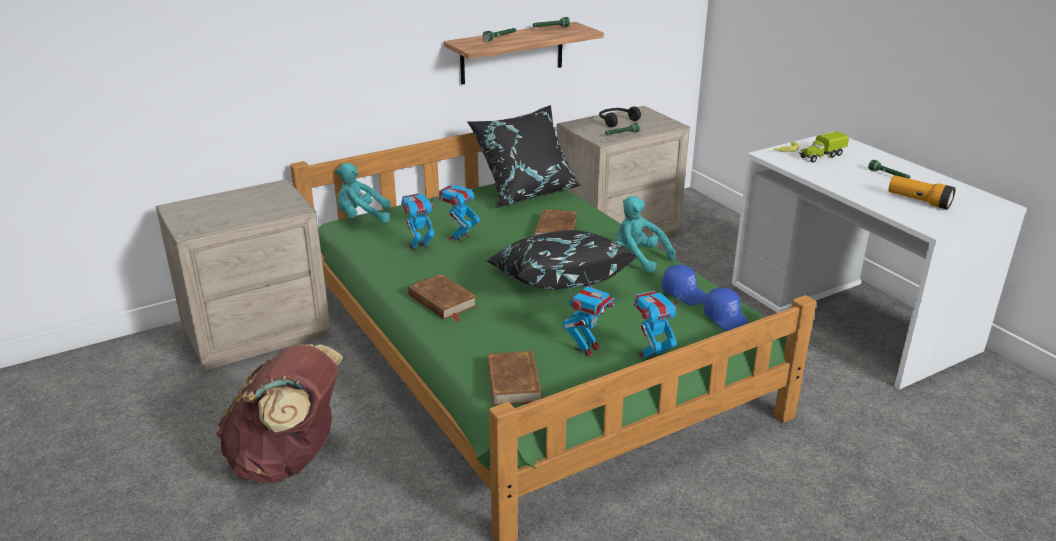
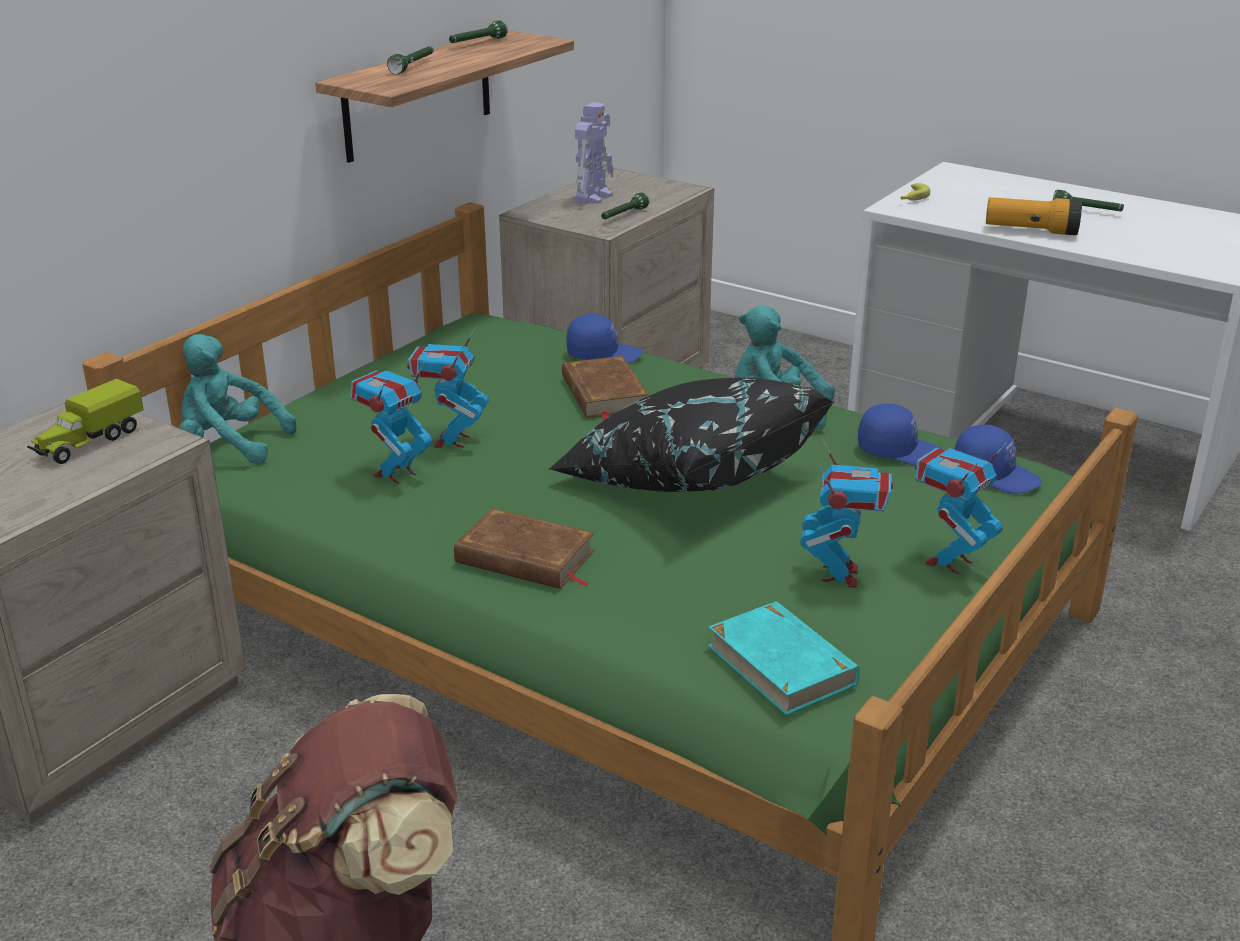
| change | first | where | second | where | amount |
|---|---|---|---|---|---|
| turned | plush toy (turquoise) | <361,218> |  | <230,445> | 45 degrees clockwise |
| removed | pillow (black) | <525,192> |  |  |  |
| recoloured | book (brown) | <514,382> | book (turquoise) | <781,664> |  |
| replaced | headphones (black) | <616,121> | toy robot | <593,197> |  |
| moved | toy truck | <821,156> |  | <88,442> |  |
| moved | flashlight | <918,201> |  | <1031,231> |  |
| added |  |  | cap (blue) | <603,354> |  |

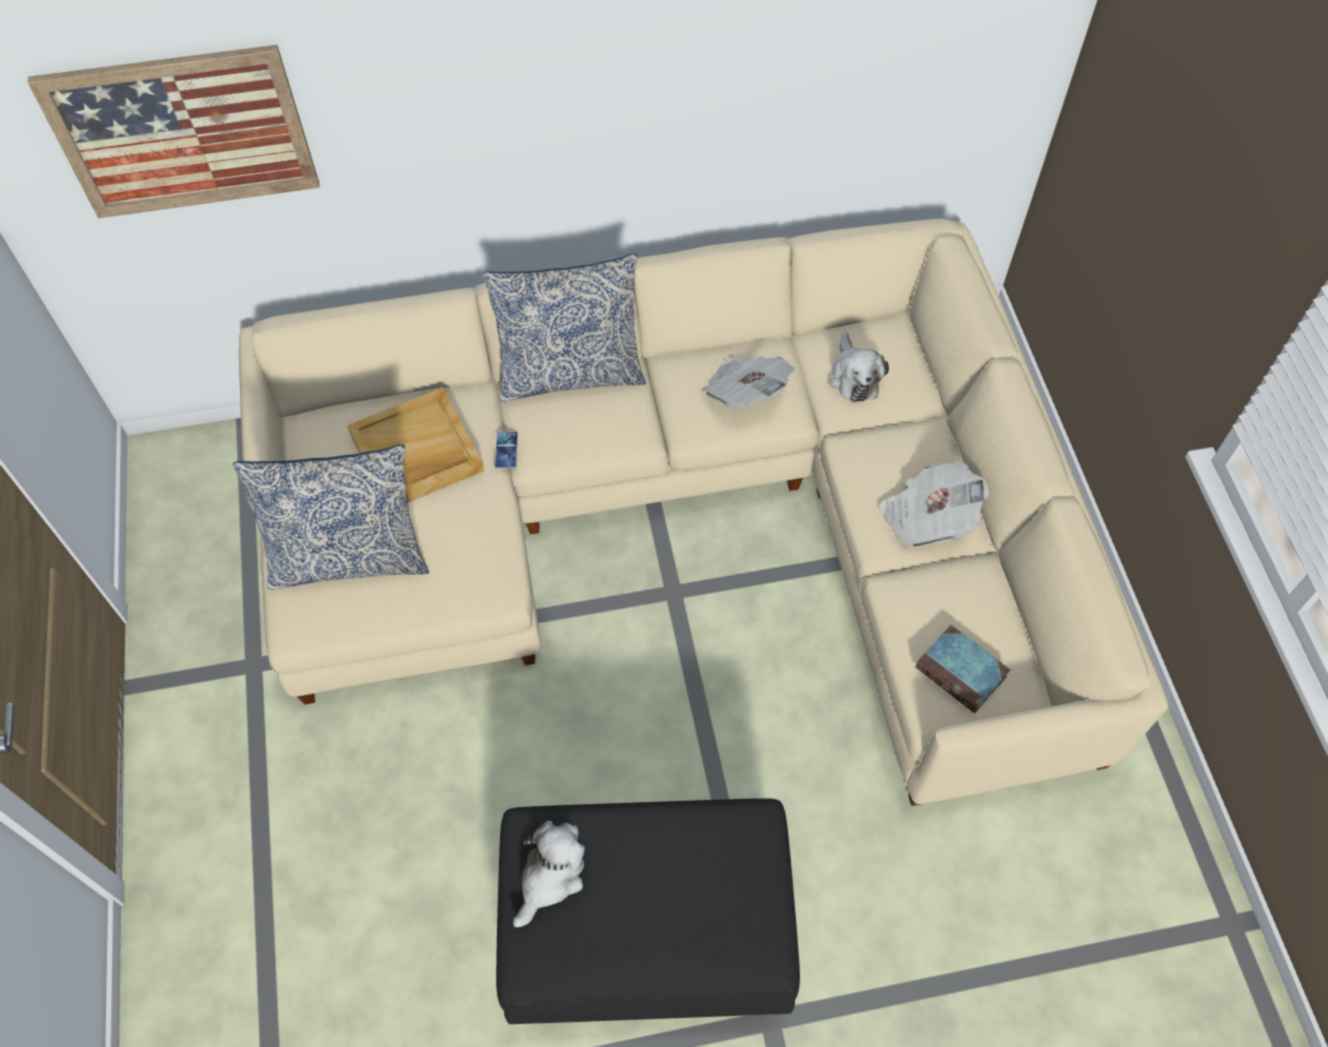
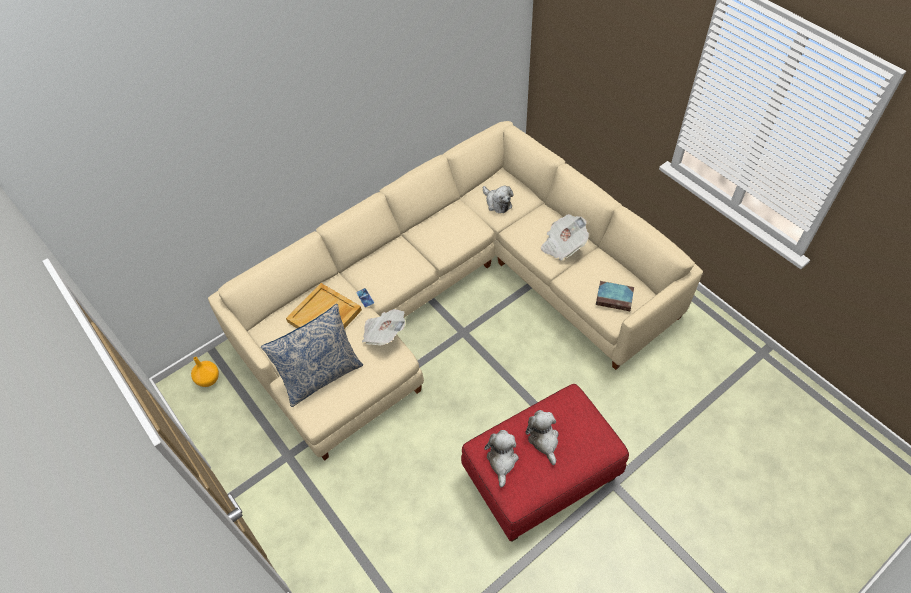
| change | first | where | second | where | amount |
|---|---|---|---|---|---|
| removed | picture | <183,132> |  |  |  |
| removed | pillow | <570,373> |  |  |  |
| recoloured | ottoman (black) | <646,935> | ottoman (red) | <541,477> |  |
| moved | newspaper | <745,393> |  | <384,333> |  |
| added |  |  | vase (orange) | <209,379> |  |
| added |  |  | plush toy | <544,440> |  |

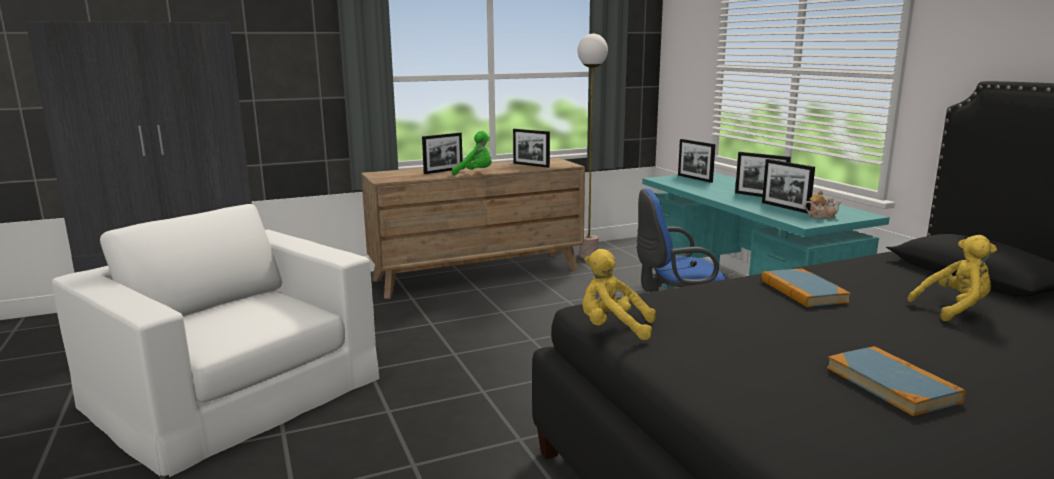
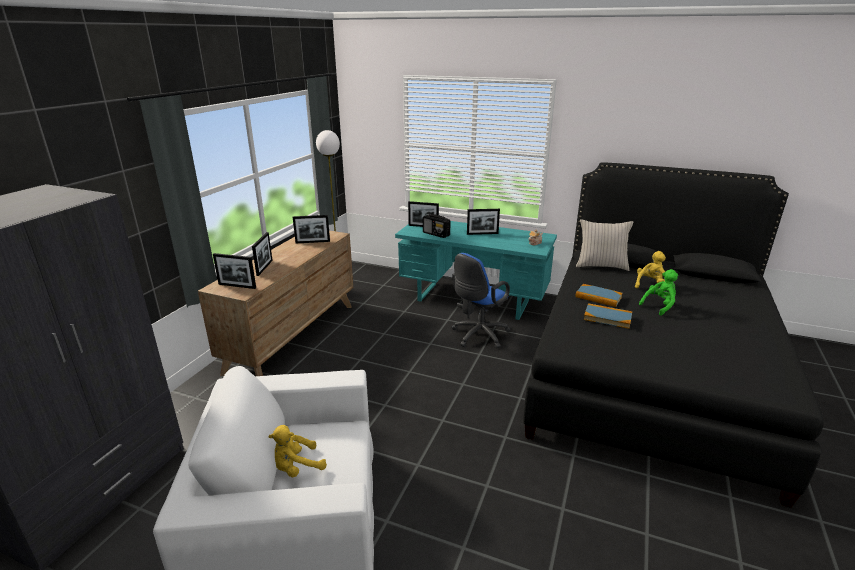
| change | first | where | second | where | amount |
|---|---|---|---|---|---|
| moved | plush toy (green) | <475,173> |  | <659,306> |  |
| moved | plush toy (yellow) | <613,329> |  | <296,467> |  |
| moved | picture frame | <785,207> |  | <237,286> |  |
| moved | book | <891,384> |  | <607,318> |  |
| added |  |  | radio | <436,234> |  |
| added |  |  | pillow (beige) | <601,266> |  |

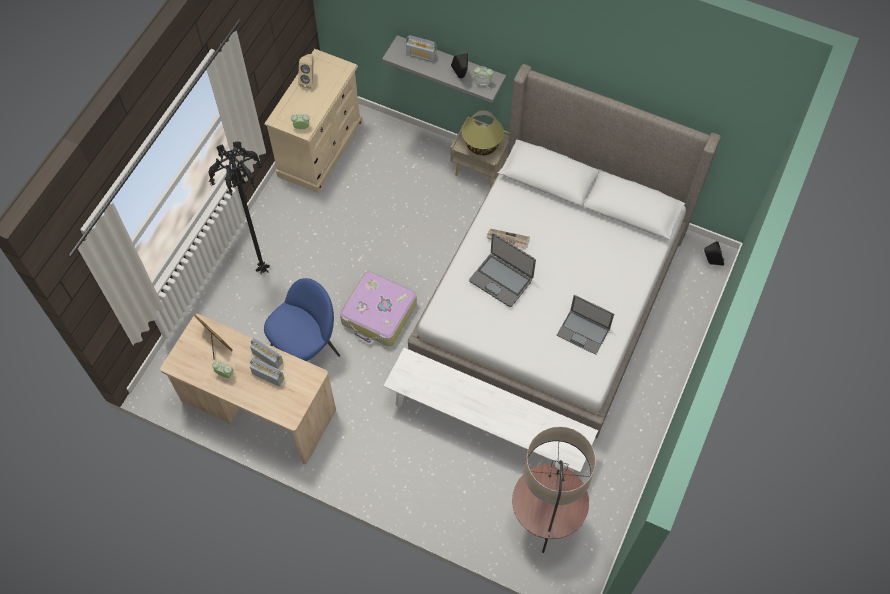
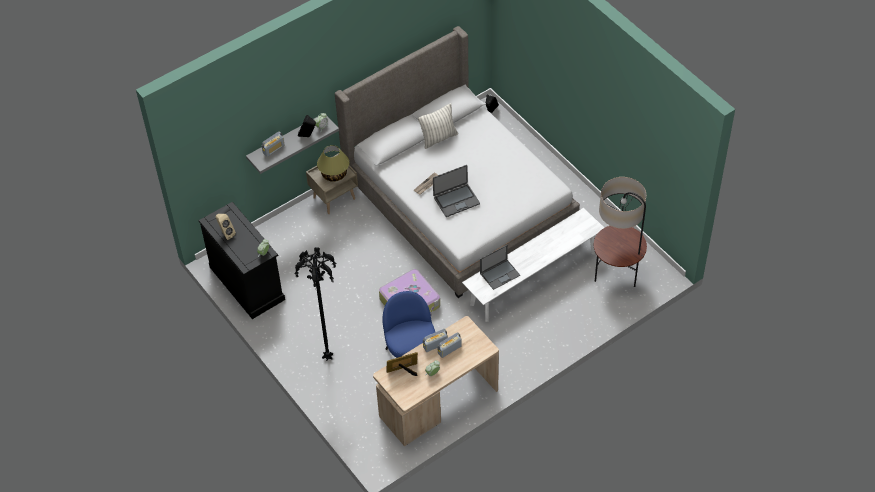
| change | first | where | second | where | amount |
|---|---|---|---|---|---|
| recoloured | dresser (beige) | <321,149> | dresser (black) | <247,283> |  |
| moved | laptop | <584,332> |  | <500,274> |  |
| added |  |  | pillow | <438,138> |  |

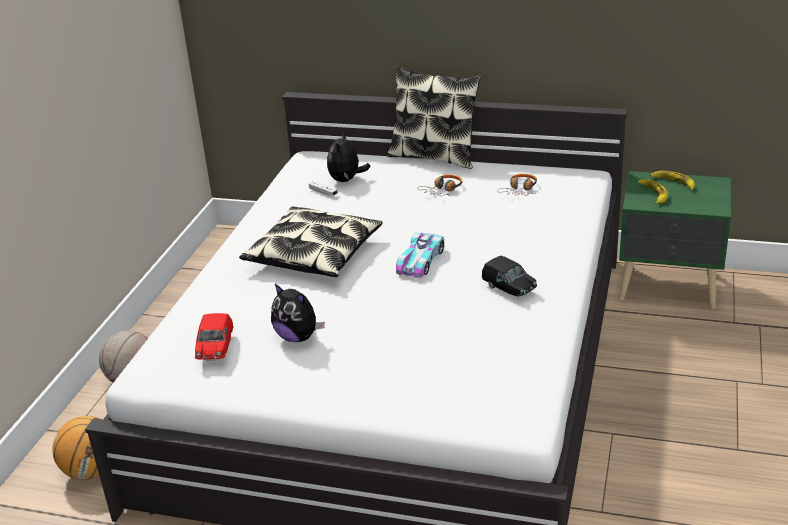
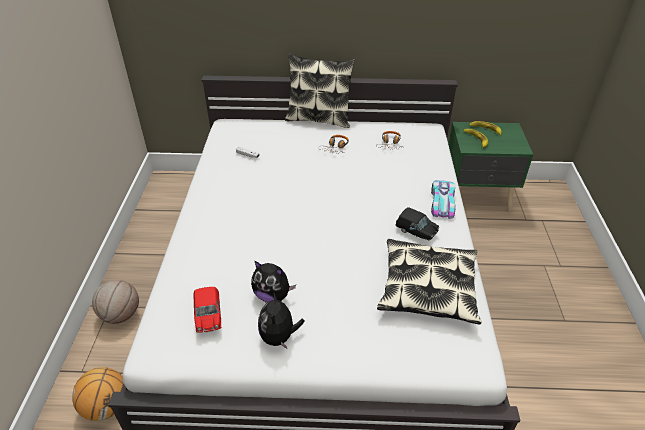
| change | first | where | second | where | amount |
|---|---|---|---|---|---|
| moved | pillow | <314,254> |  | <427,288> |  |
| moved | plush toy | <346,180> |  | <279,337> |  |
| moved | toy car | <420,260> |  | <442,202> |  |

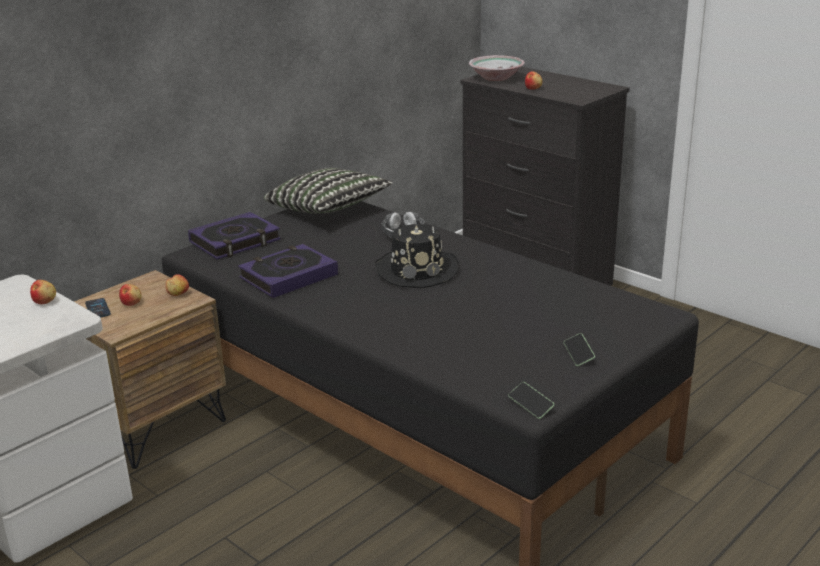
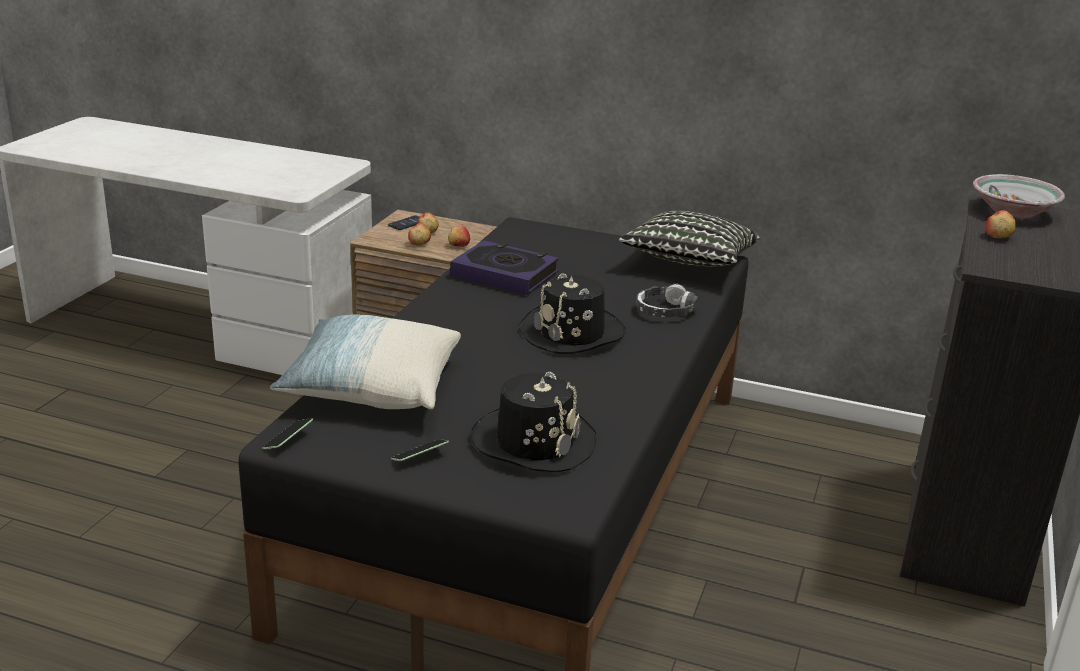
| change | first | where | second | where | amount |
|---|---|---|---|---|---|
| moved | apple | <45,301> |  | <419,244> |  |
| removed | book | <235,241> |  |  |  |
| added |  |  | pillow | <372,388> |  |
| added |  |  | hat (black) | <534,442> |  |

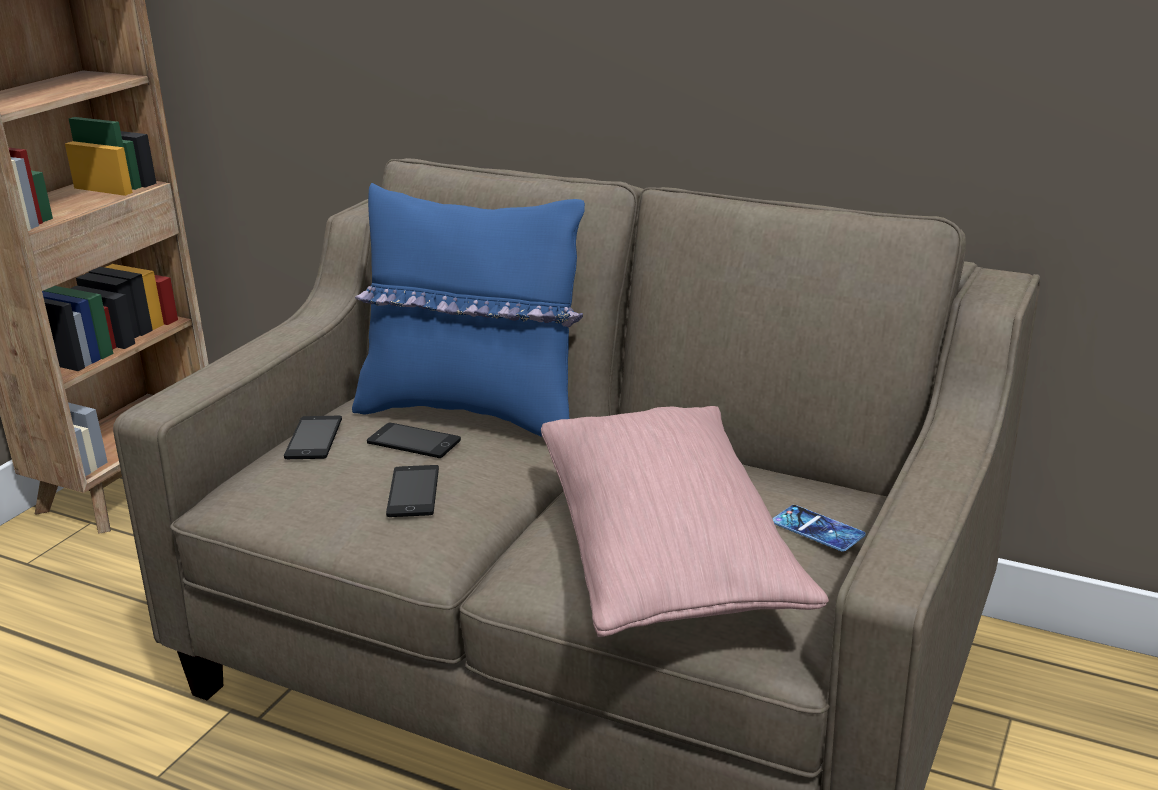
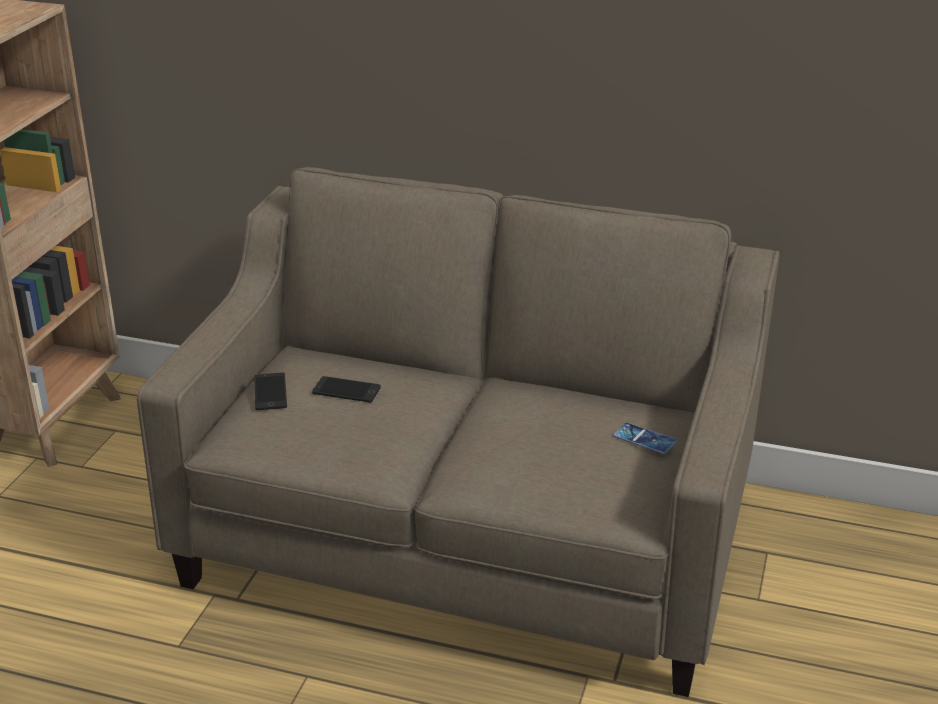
| change | first | where | second | where | amount |
|---|---|---|---|---|---|
| removed | pillow (blue) | <473,413> |  |  |  |
| removed | phone | <413,492> |  |  |  |
| removed | pillow (pink) | <665,553> |  |  |  |

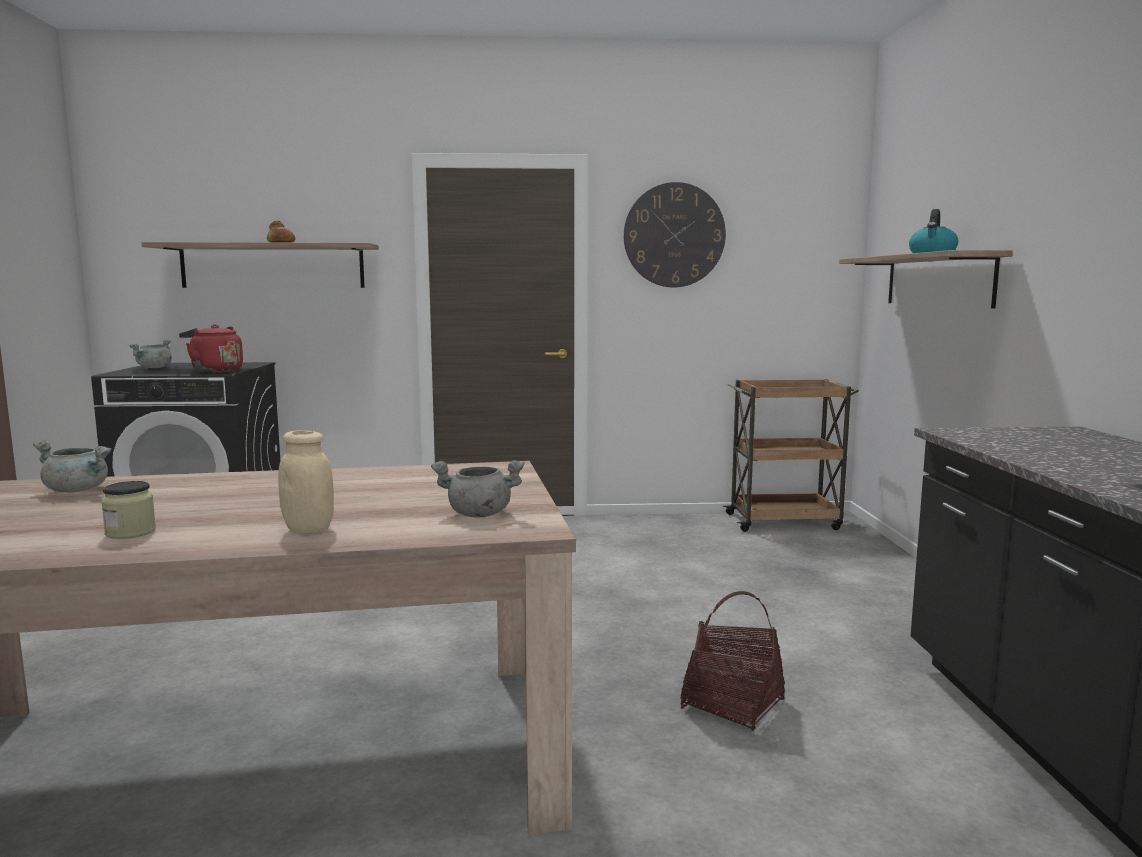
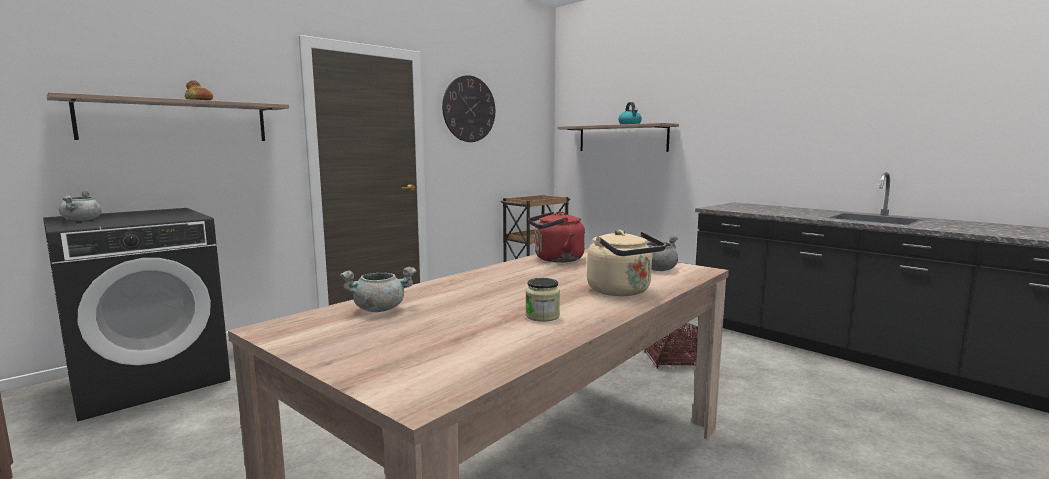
| change | first | where | second | where | amount |
|---|---|---|---|---|---|
| moved | kettle (red) | <214,371> |  | <556,259> |  |
| replaced | jar (beige) | <308,529> | kettle (beige) | <622,292> |  |

